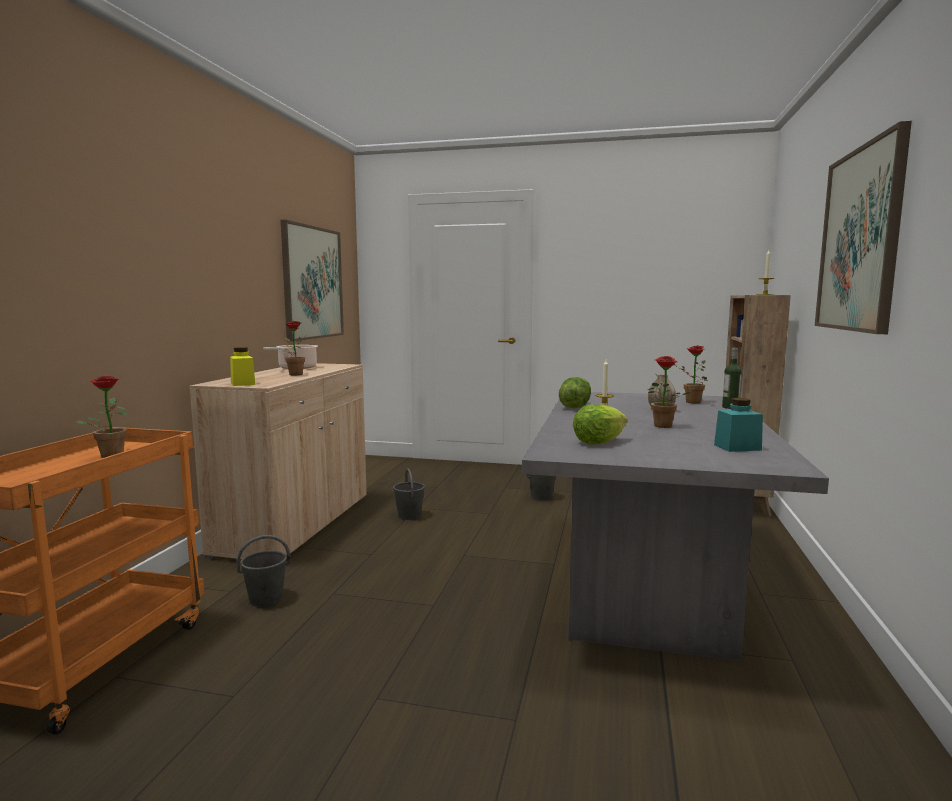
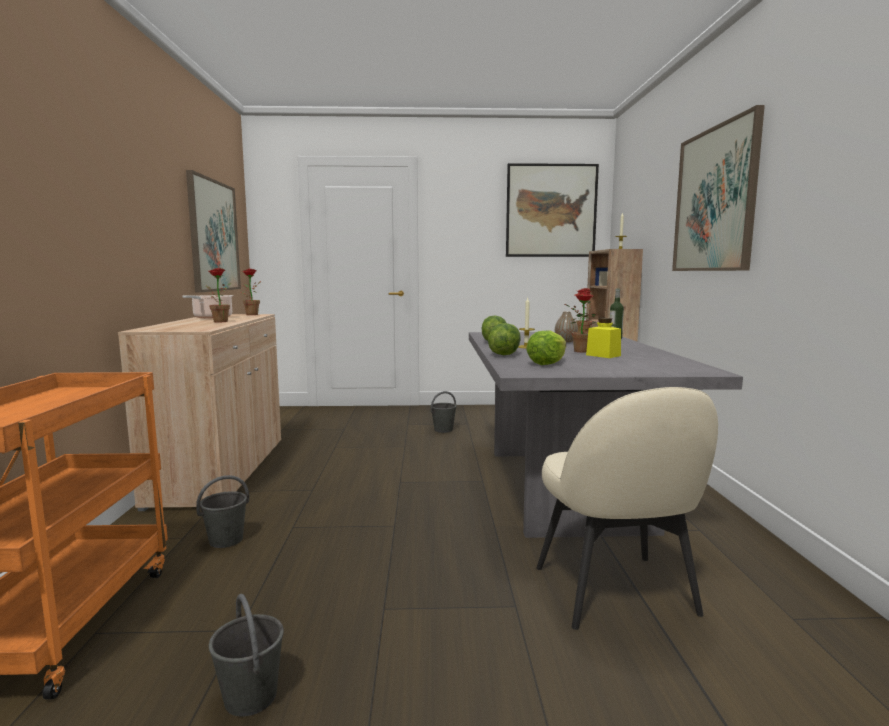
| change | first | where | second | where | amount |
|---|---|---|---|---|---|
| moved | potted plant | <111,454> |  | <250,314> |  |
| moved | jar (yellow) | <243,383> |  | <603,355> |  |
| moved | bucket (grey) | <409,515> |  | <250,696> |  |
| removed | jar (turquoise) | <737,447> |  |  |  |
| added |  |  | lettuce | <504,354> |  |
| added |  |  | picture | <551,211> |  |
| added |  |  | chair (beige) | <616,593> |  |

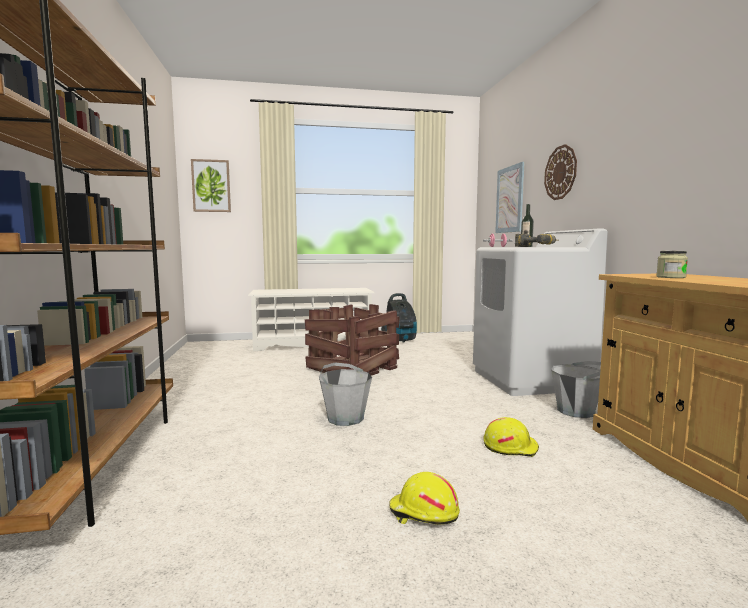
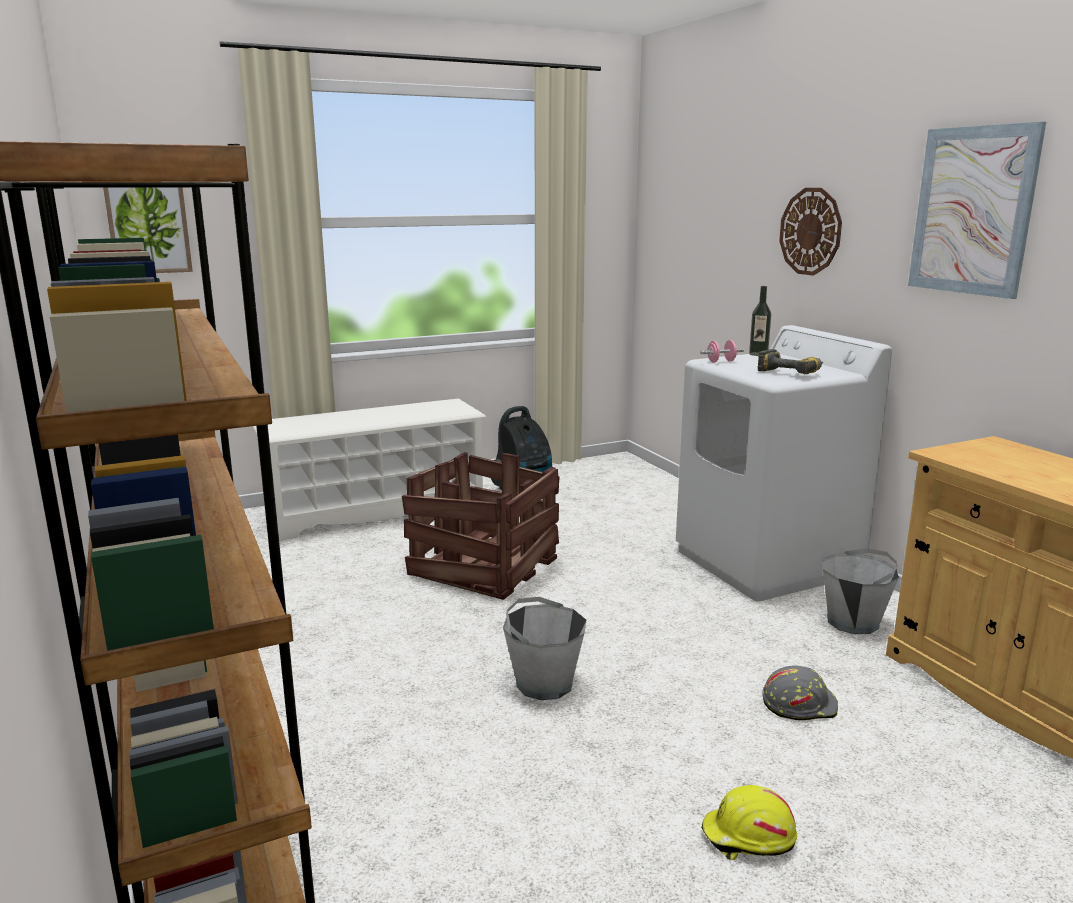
| change | first | where | second | where | amount |
|---|---|---|---|---|---|
| recoloured | hard hat (yellow) | <510,446> | hard hat (grey) | <799,704> |  |
| moved | picture | <509,199> |  | <972,211> |  |
| removed | jar | <670,277> |  |  |  |

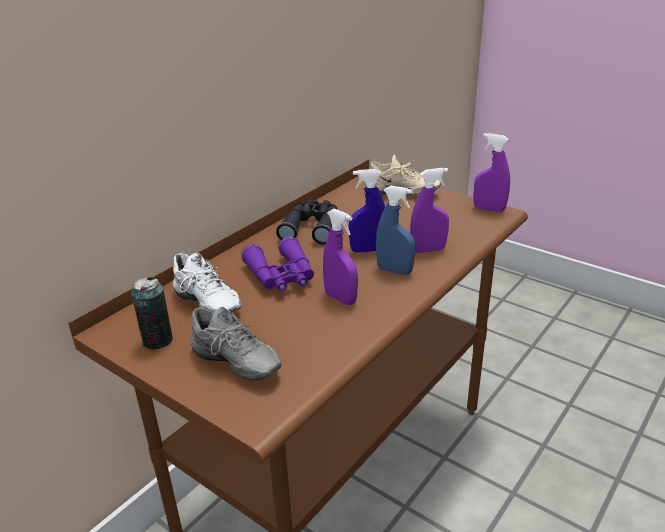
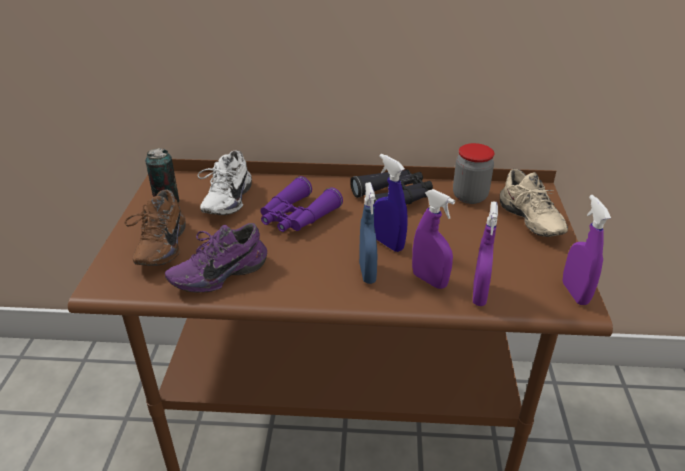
| change | first | where | second | where | amount |
|---|---|---|---|---|---|
| recoloured | shoe (grey) | <233,365> | shoe (brown) | <159,246> |  |
| moved | spray bottle (purple) | <340,298> |  | <479,294> |  |
| added |  |  | shoe (purple) | <218,273> |  |
| added |  |  | jar | <469,196> |  |

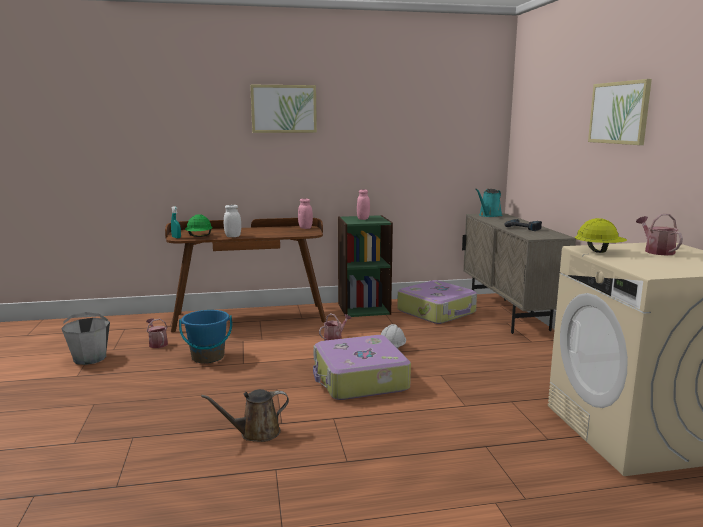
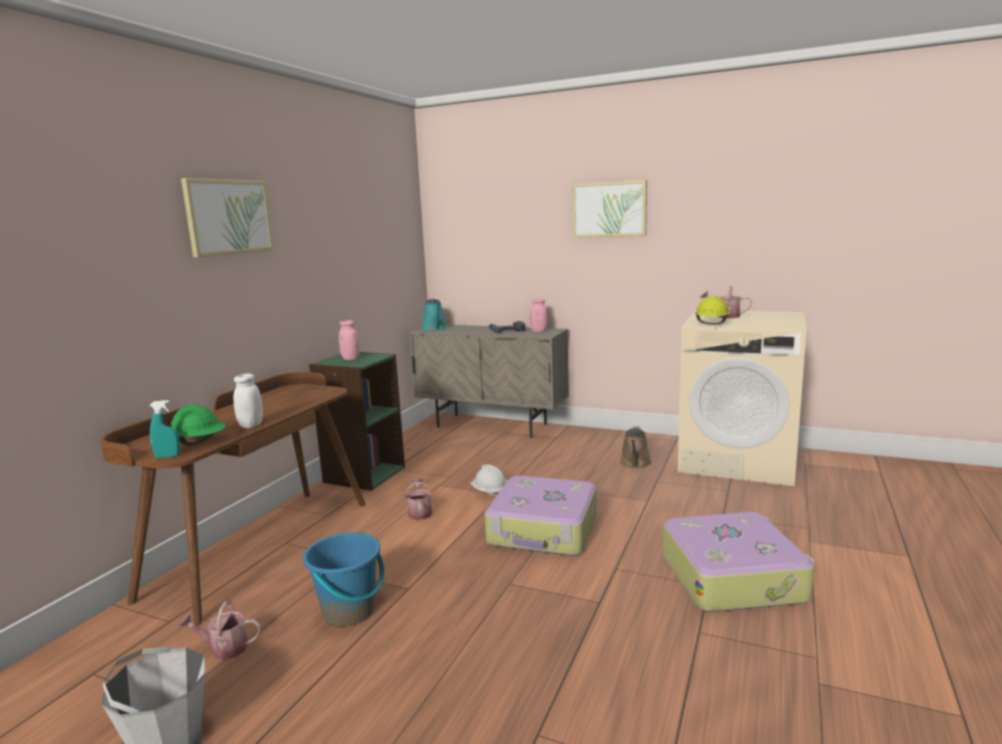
| change | first | where | second | where | amount |
|---|---|---|---|---|---|
| moved | watering can (brown) | <256,433> |  | <635,463> |  |
| moved | jar (pink) | <305,228> |  | <539,331> |  |
| moved | suitcase | <437,311> |  | <733,576> |  |

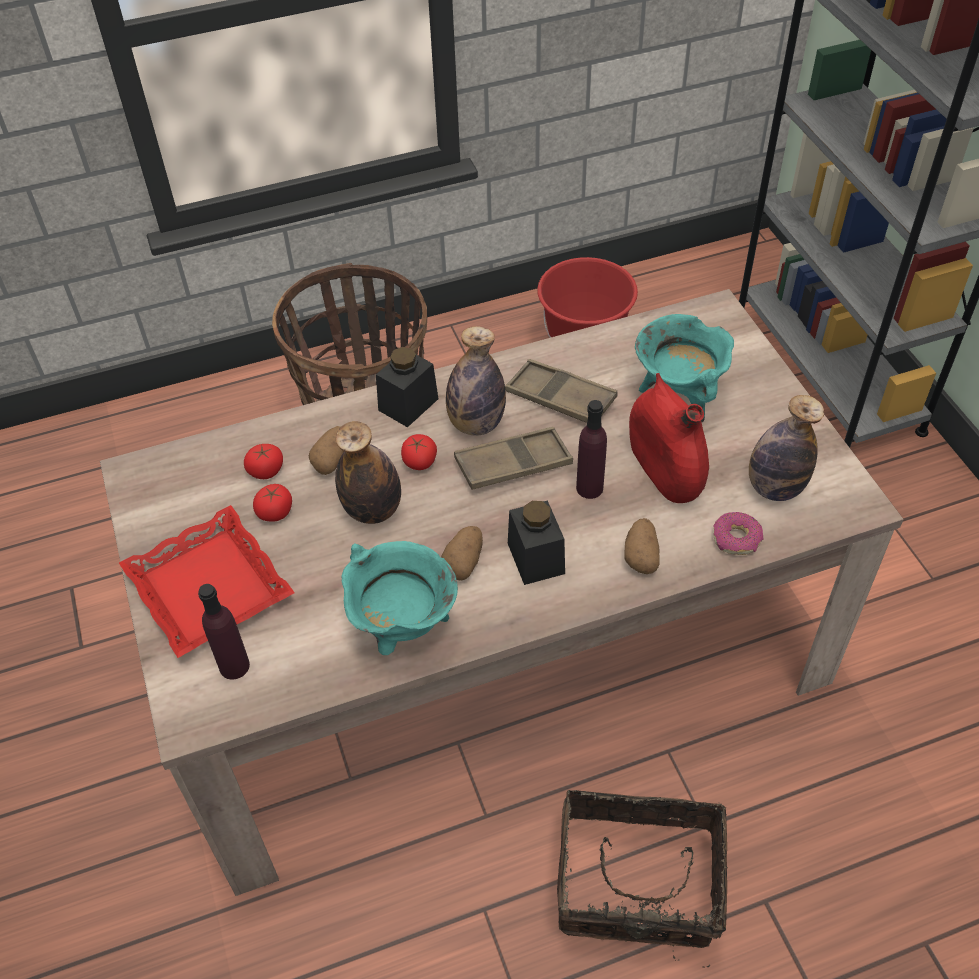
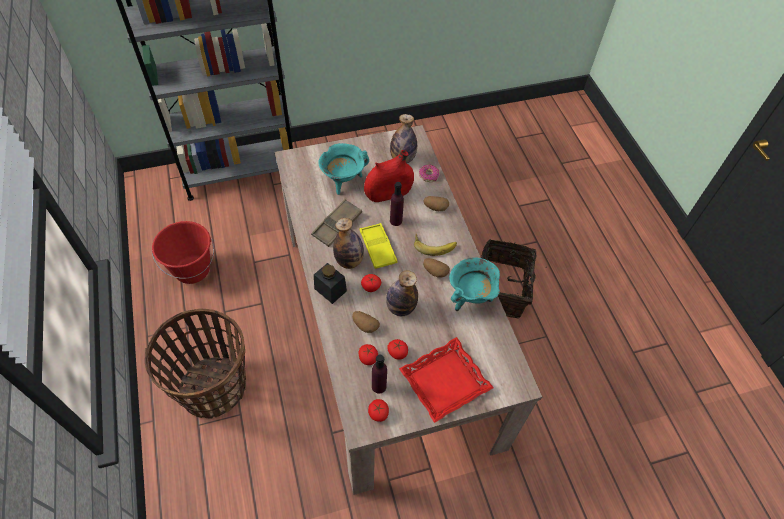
| change | first | where | second | where | amount |
|---|---|---|---|---|---|
| moved | bottle (purple) | <234,666> |  | <379,386> |  |
| recoloured | tray (brown) | <513,464> | tray (yellow) | <378,248> |  |
| replaced | jar (black) | <536,558> | banana | <434,244> |  |
| added |  |  | tomato | <378,413> |  |

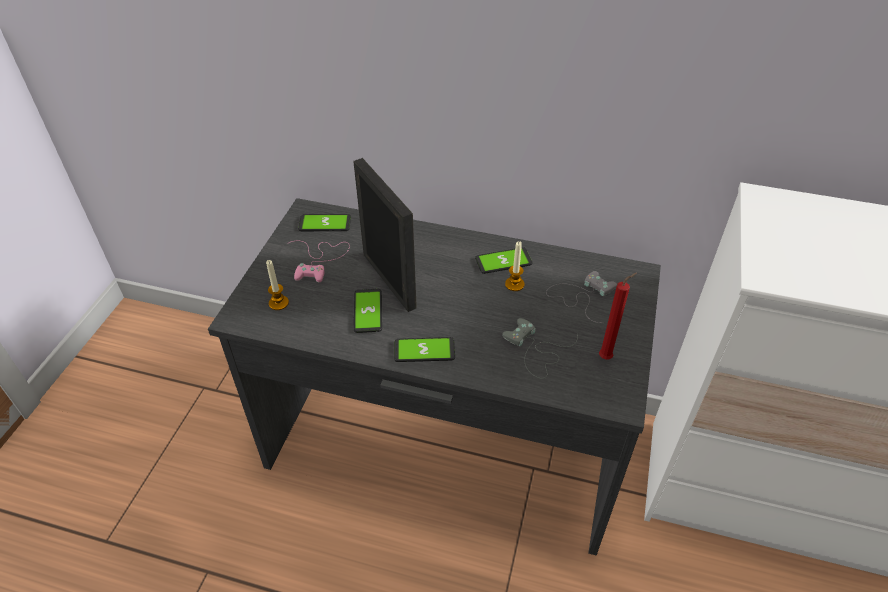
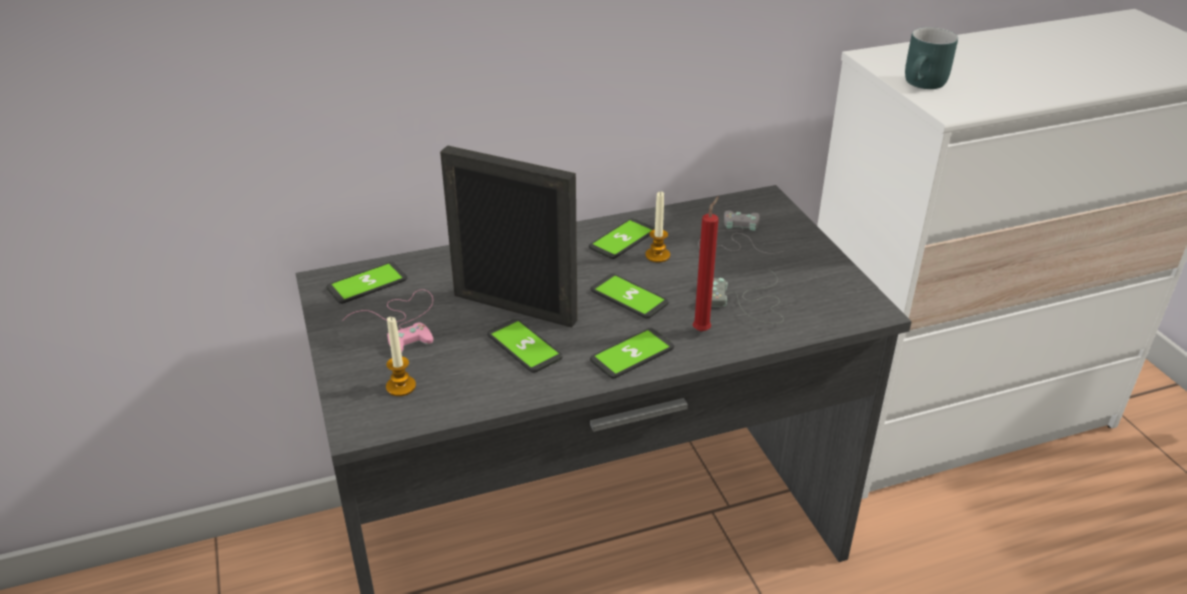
| change | first | where | second | where | amount |
|---|---|---|---|---|---|
| moved | candle (red) | <607,357> |  | <703,329> |  |
| added |  |  | phone | <629,297> |  |
| added |  |  | mug (turquoise) | <925,85> |  |

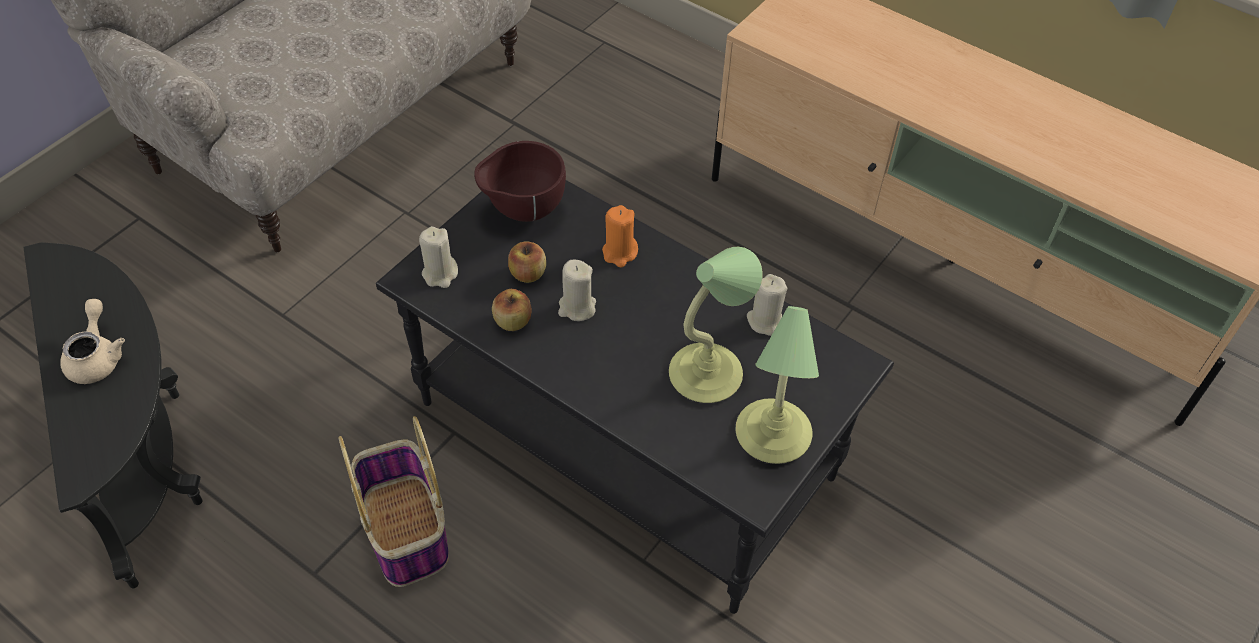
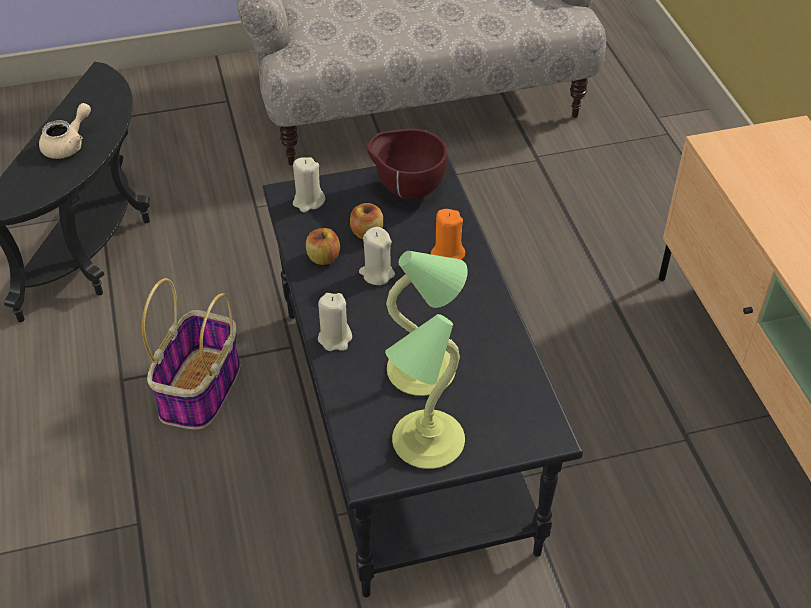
| change | first | where | second | where | amount |
|---|---|---|---|---|---|
| moved | candle (beige) | <766,321> |  | <335,338> |  |

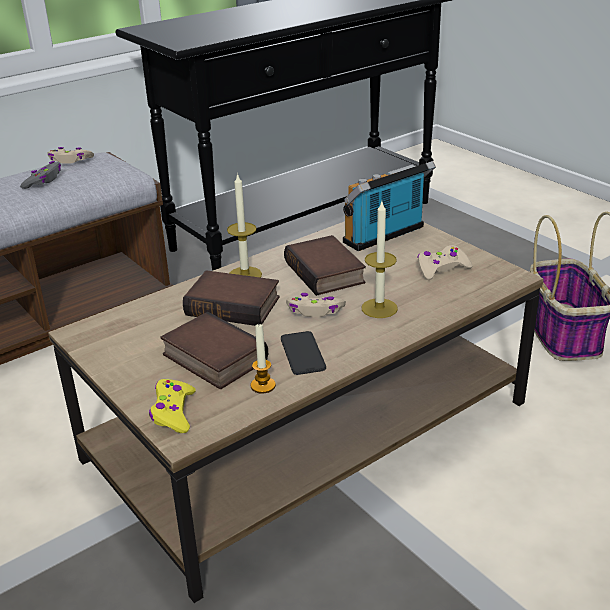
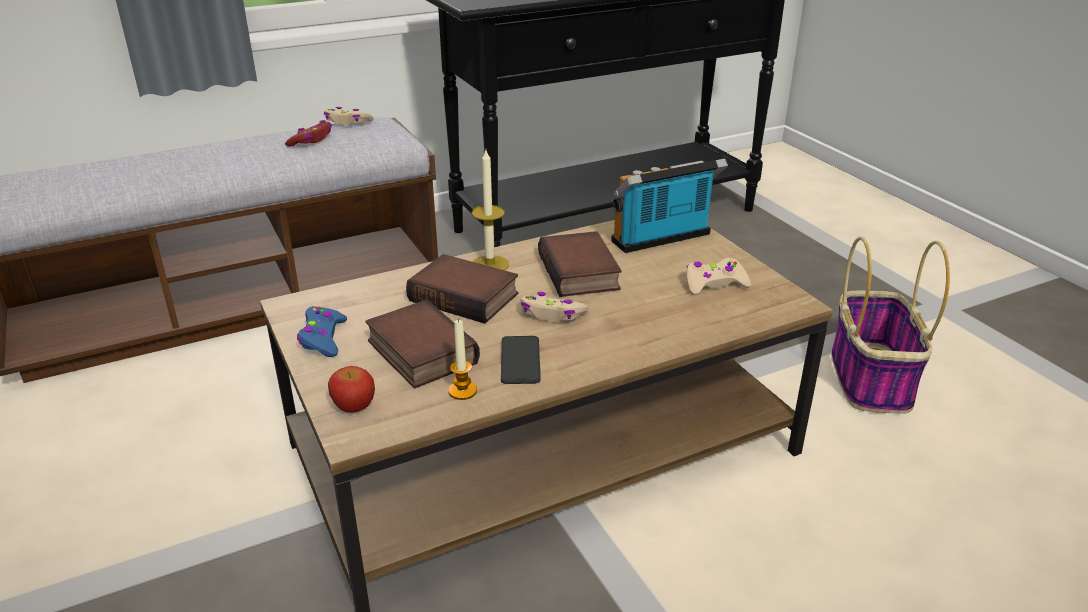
| change | first | where | second | where | amount |
|---|---|---|---|---|---|
| recoloured | game controller (grey) | <43,181> | game controller (red) | <311,140> |  |
| replaced | game controller (yellow) | <173,412> | apple | <354,407> |  |
| removed | candle | <379,308> |  |  |  |
| added |  |  | game controller (blue) | <323,338> |  |

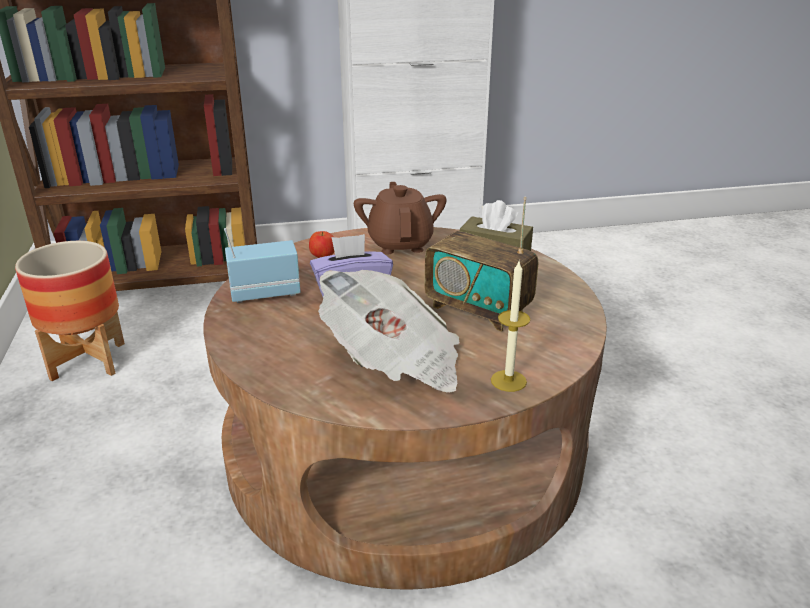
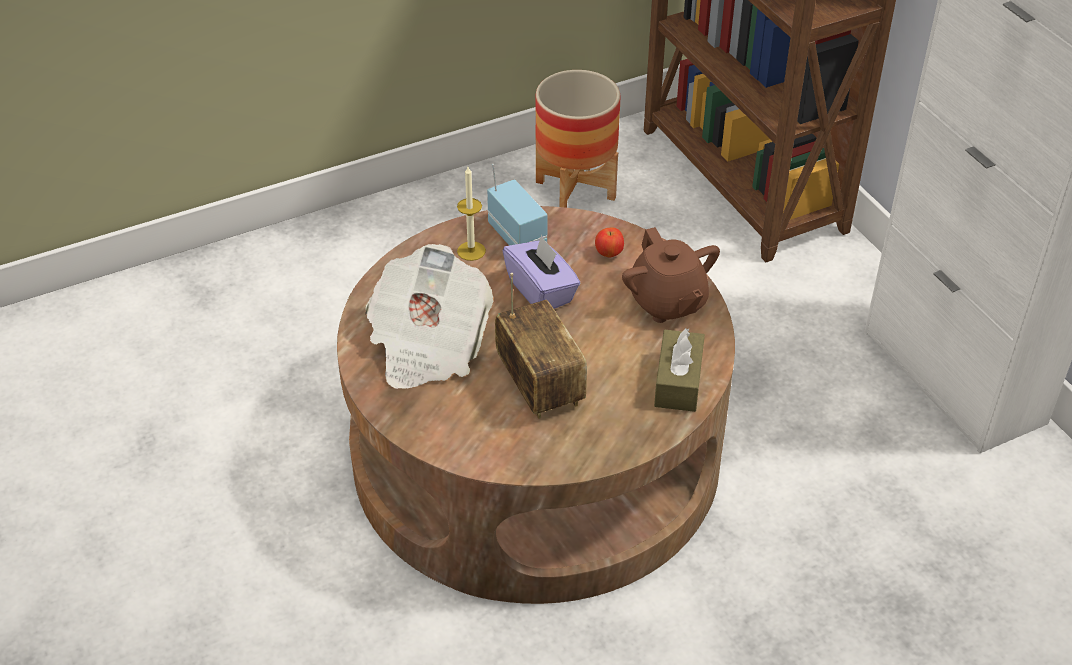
| change | first | where | second | where | amount |
|---|---|---|---|---|---|
| turned | teapot (brown) | <400,244> |  | <667,303> | 90 degrees clockwise |
| turned | radio | <478,310> |  | <539,385> | 135 degrees clockwise |
| moved | candle | <508,381> |  | <471,251> |  |

